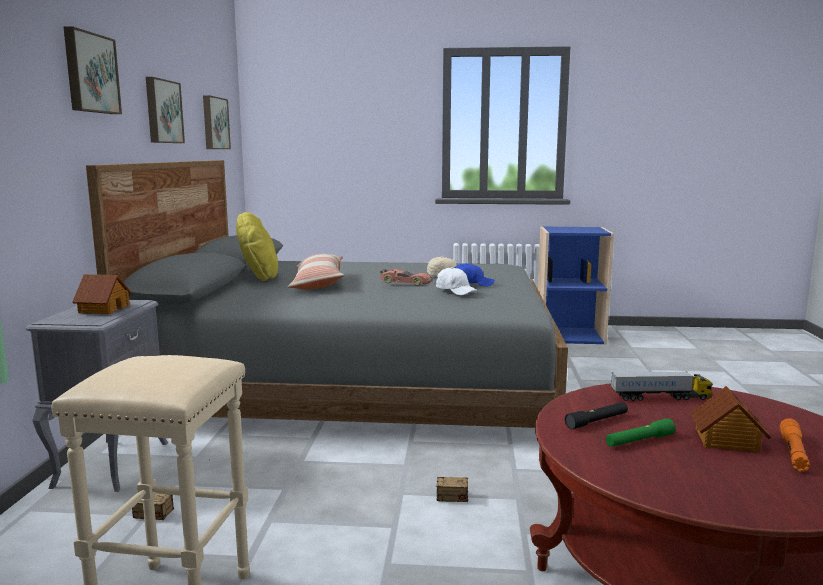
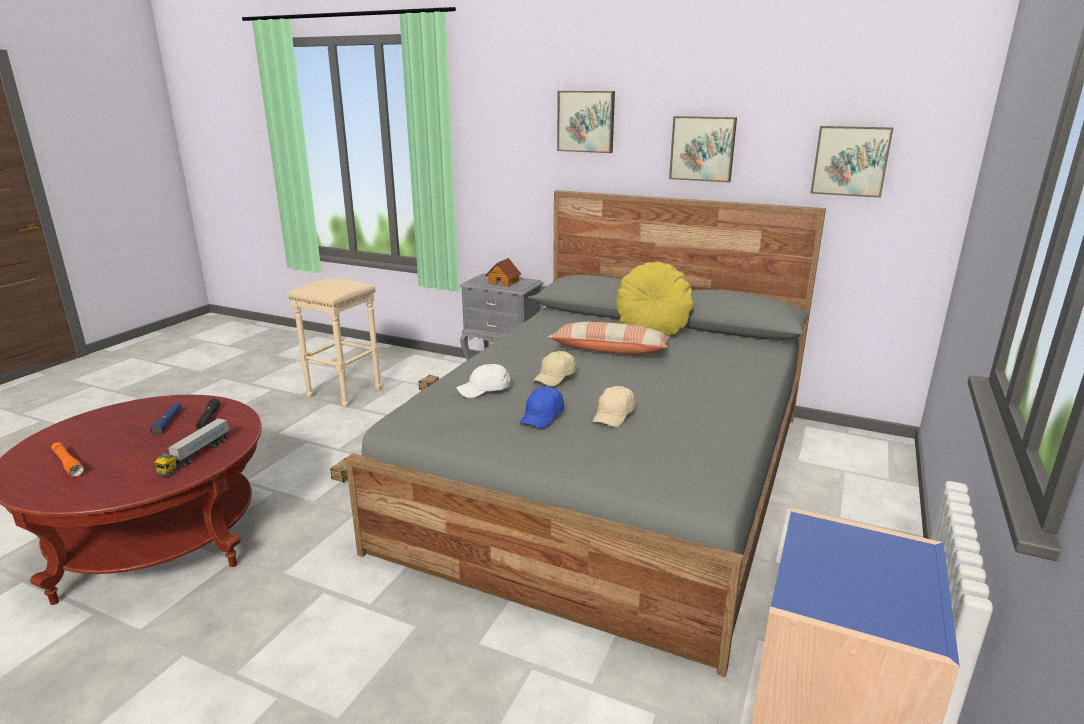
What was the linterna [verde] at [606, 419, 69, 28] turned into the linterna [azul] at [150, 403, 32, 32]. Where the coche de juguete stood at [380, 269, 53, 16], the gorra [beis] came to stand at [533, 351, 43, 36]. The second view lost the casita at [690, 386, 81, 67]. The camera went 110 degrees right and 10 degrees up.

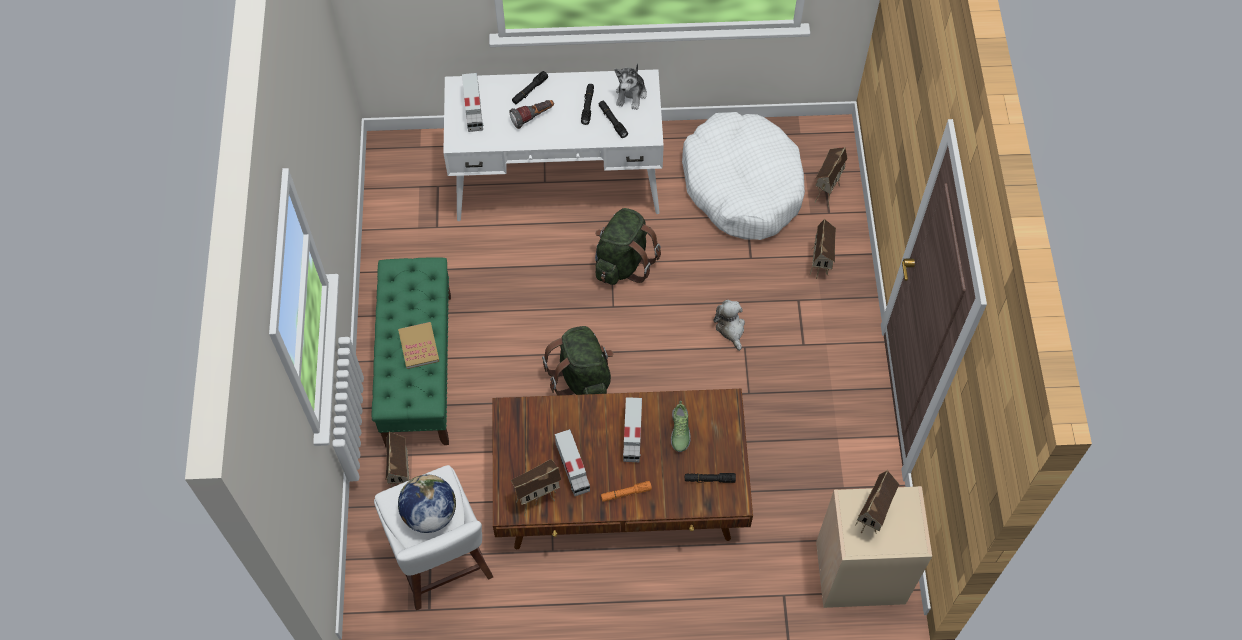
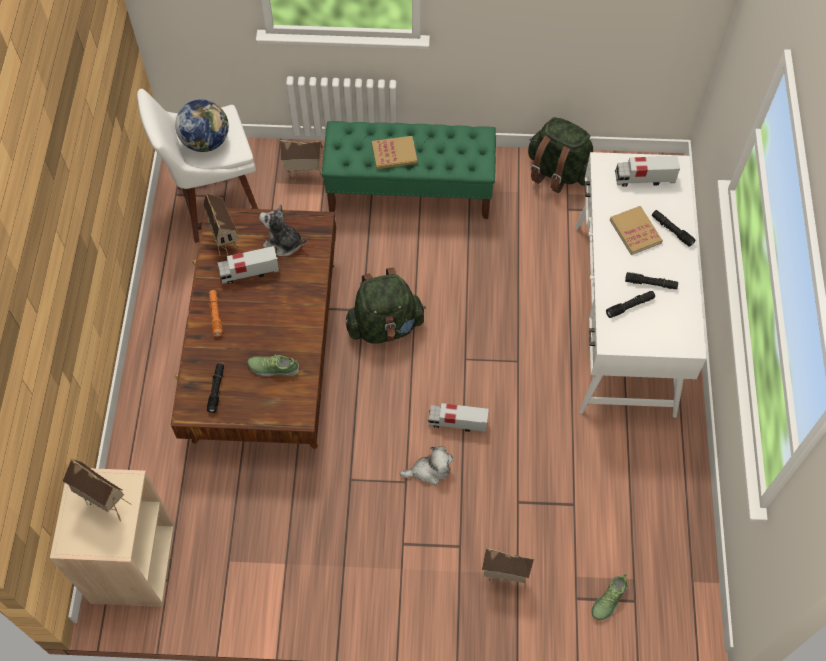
The peluche ended up elsewhere, having gone from [615, 63, 32, 47] to [259, 204, 48, 52]. The camión de juguete ended up elsewhere, having gone from [623, 397, 19, 65] to [428, 403, 61, 30]. The mochila [verde] ended up elsewhere, having gone from [595, 208, 66, 77] to [528, 117, 65, 76]. Where the casita stood at [815, 147, 33, 60], the zapato came to stand at [592, 574, 36, 46]. Where the linterna stood at [509, 100, 45, 29], the libro came to stand at [610, 206, 53, 49]. The second view lost the cama para perro [blanco] at [682, 112, 123, 128]. The camera went 95 degrees right and 0 degrees up.

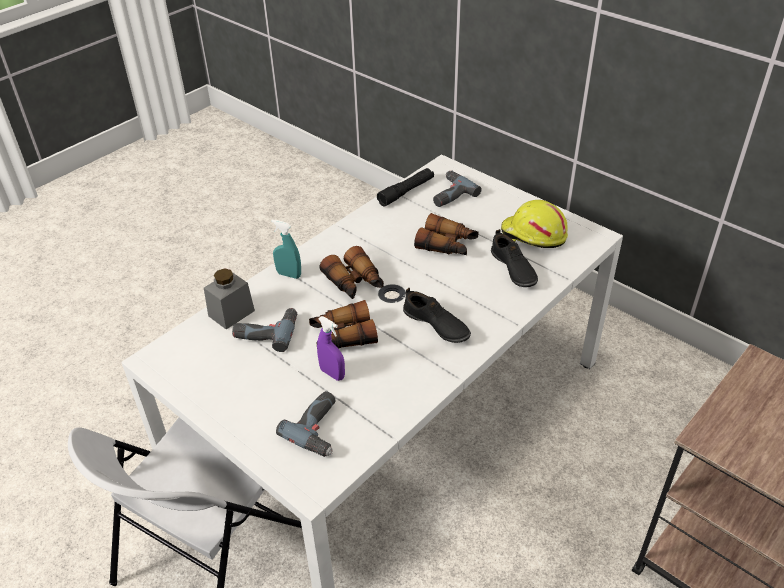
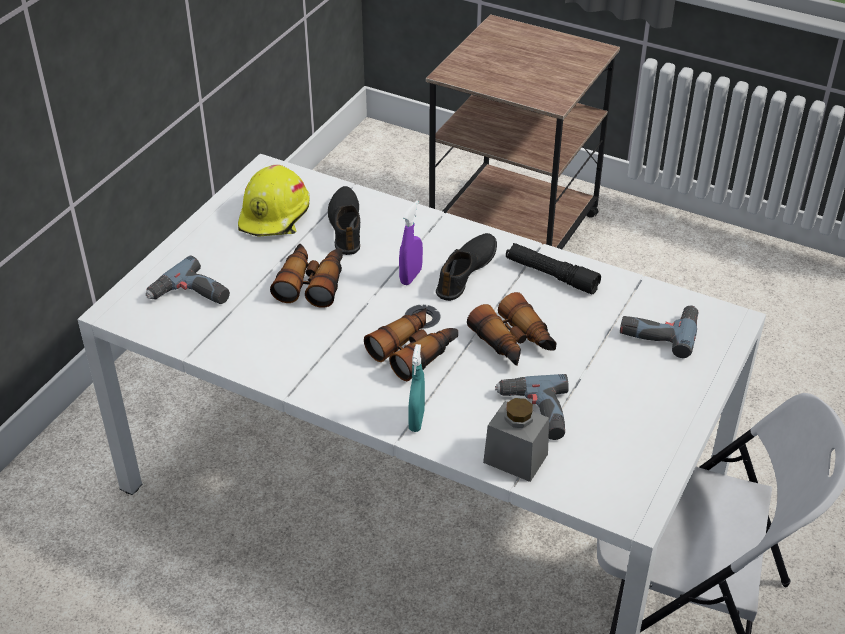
The zapato [negro] at [491, 229, 47, 58] ended up facing another way, 60 degrees counterclockwise from before. The pulverizador [morado] ended up elsewhere, having gone from [317, 316, 28, 65] to [399, 201, 24, 84]. The linterna [negro] ended up elsewhere, having gone from [377, 168, 57, 38] to [506, 243, 95, 51]. The camera went 105 degrees left and 0 degrees up.

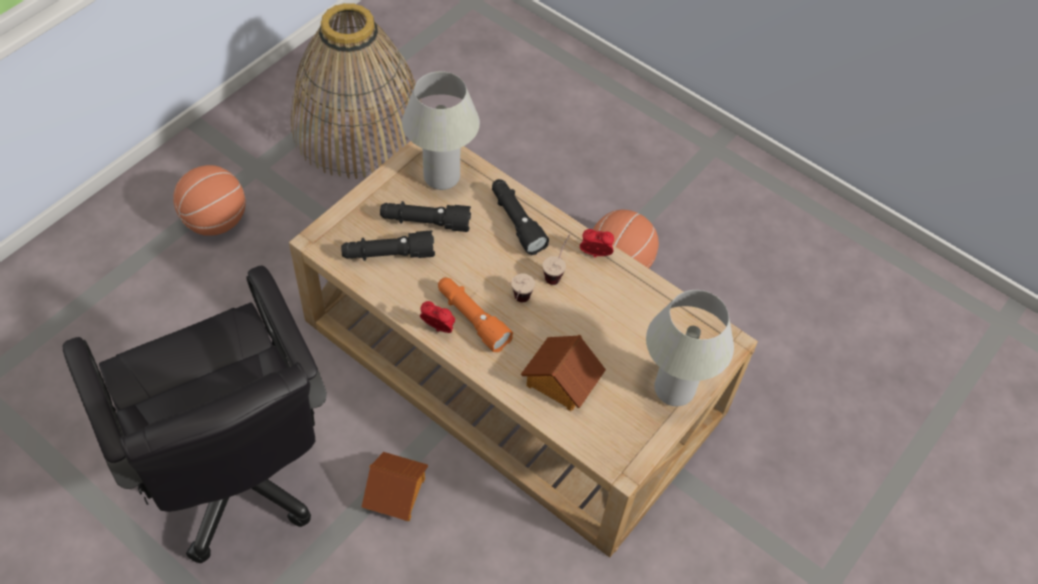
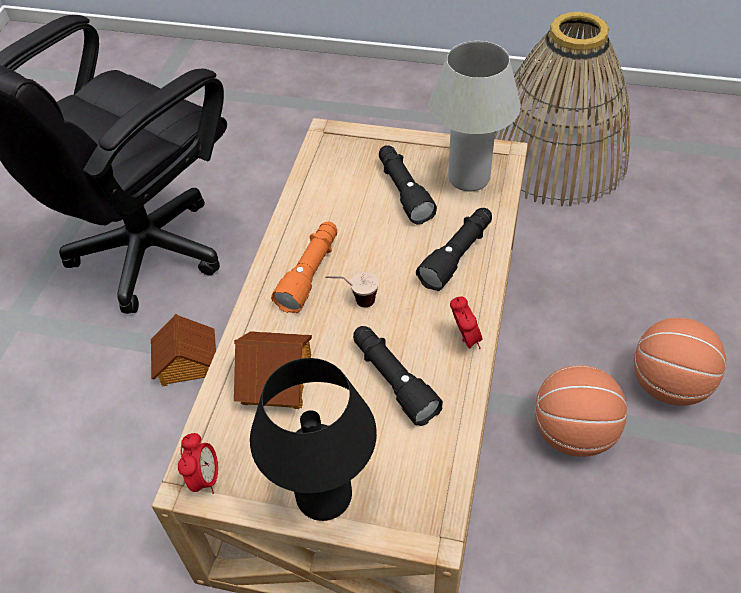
The despertador ended up elsewhere, having gone from [420, 301, 35, 32] to [178, 433, 40, 61]. What was the lámpara de mesa [blanco] at [646, 290, 88, 116] turned into the lámpara de mesa [negro] at [250, 358, 127, 163]. The linterna [negro] ended up elsewhere, having gone from [341, 231, 94, 30] to [353, 326, 90, 100]. The balón de baloncesto ended up elsewhere, having gone from [173, 165, 73, 71] to [634, 318, 92, 88]. The second view lost the taza at [542, 234, 28, 51]. The camera went 70 degrees right and 5 degrees down.

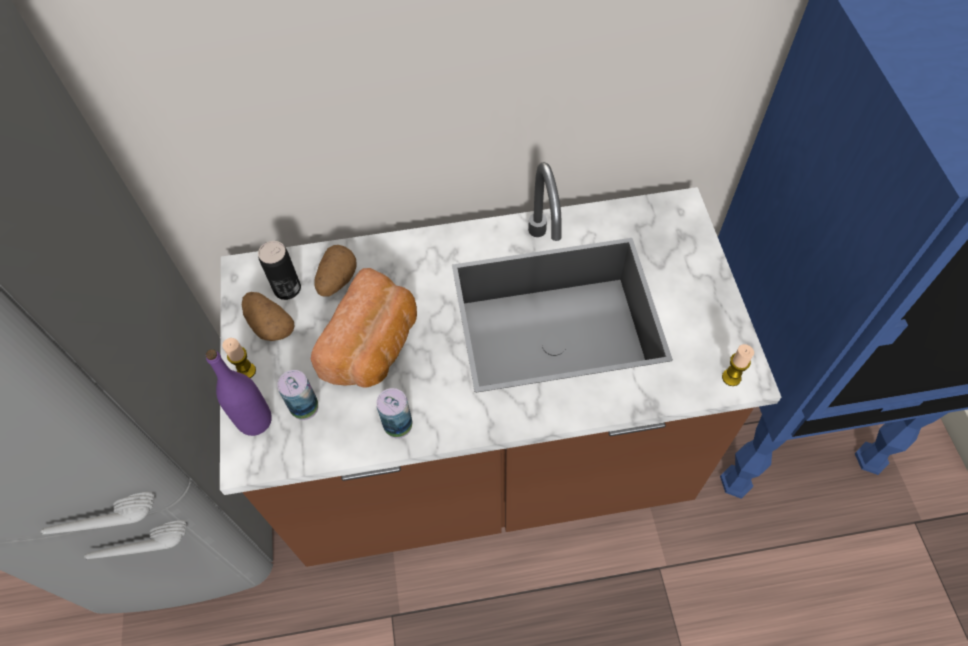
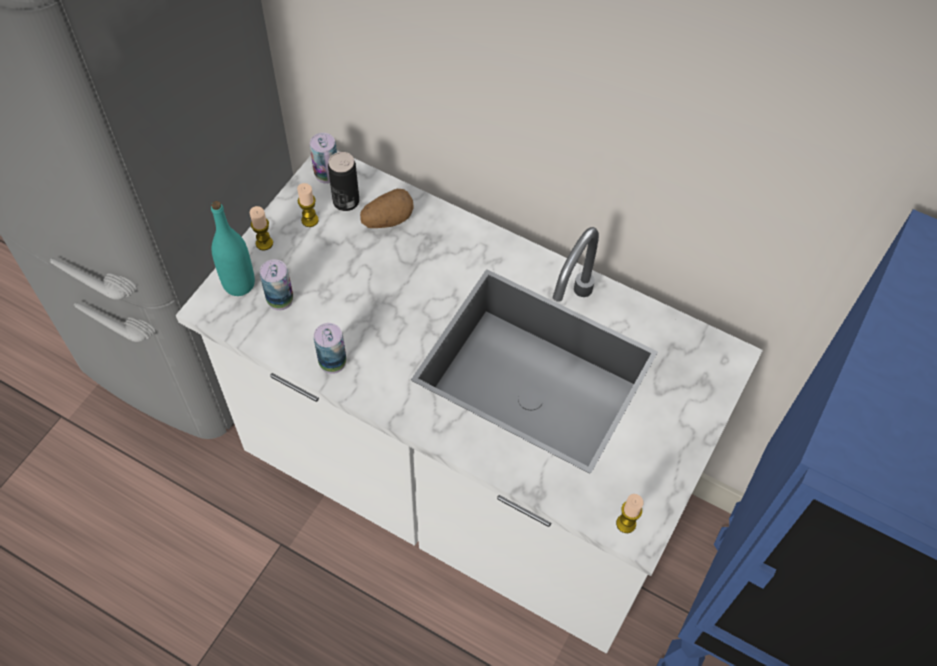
What was the mueble bajo de cocina [marrón] at [220, 162, 561, 405] turned into the mueble bajo de cocina [blanco] at [176, 150, 587, 503]. What was the botella [morado] at [206, 349, 66, 87] turned into the botella [turquesa] at [211, 201, 44, 95]. Where the patata stood at [242, 292, 52, 49], the vela came to stand at [297, 183, 22, 44]. The second view gained the lata at [310, 133, 27, 51]. The second view lost the pan at [311, 268, 106, 119]. The camera went 35 degrees right and 0 degrees up.

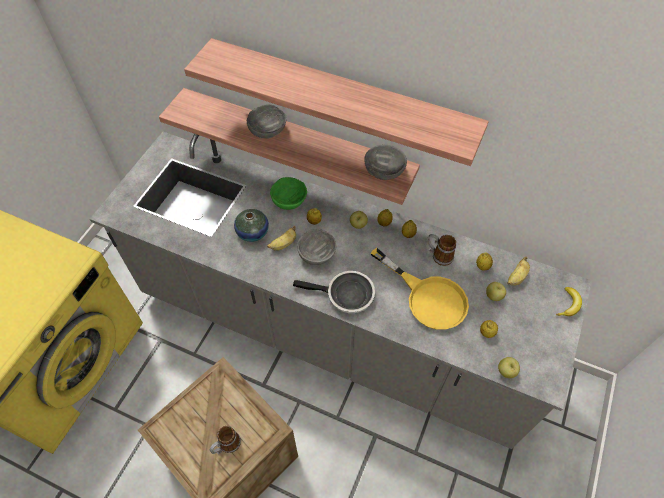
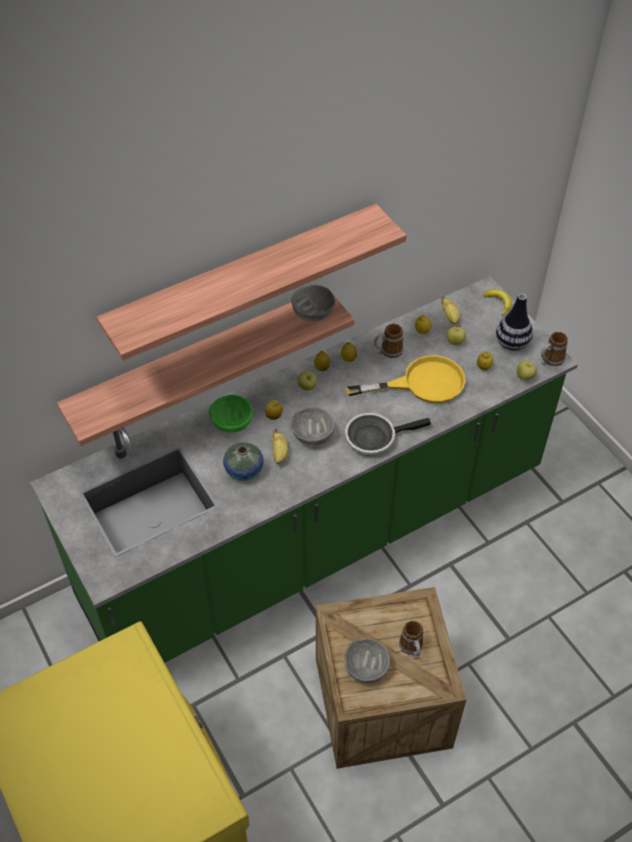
What was the mueble bajo de cocina [gris] at [90, 132, 502, 317] turned into the mueble bajo de cocina [verde] at [30, 276, 548, 387]. The cuenco [gris] ended up elsewhere, having gone from [247, 104, 40, 35] to [344, 639, 46, 44]. The sartén at [293, 271, 82, 42] ended up facing another way, 150 degrees counterclockwise from before. The second view gained the florero at [496, 293, 37, 58]. The second view gained the taza grande at [541, 332, 27, 34]. The camera went 55 degrees left and 5 degrees down.

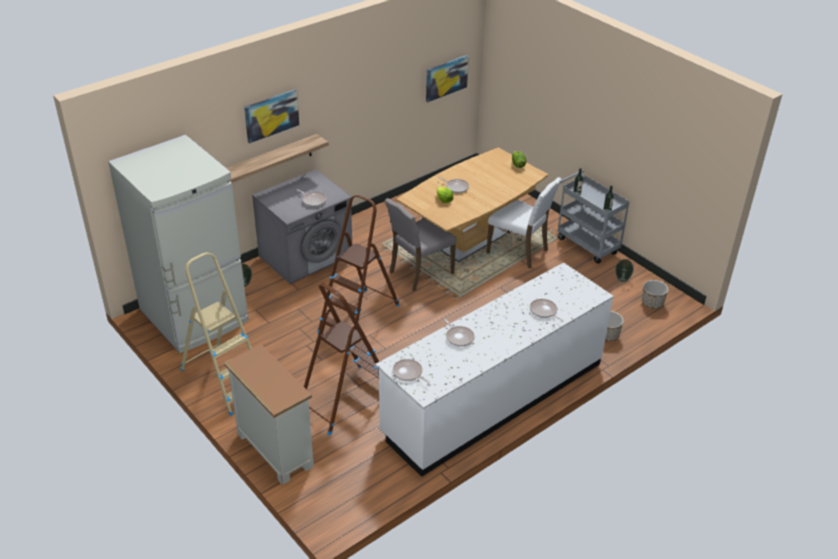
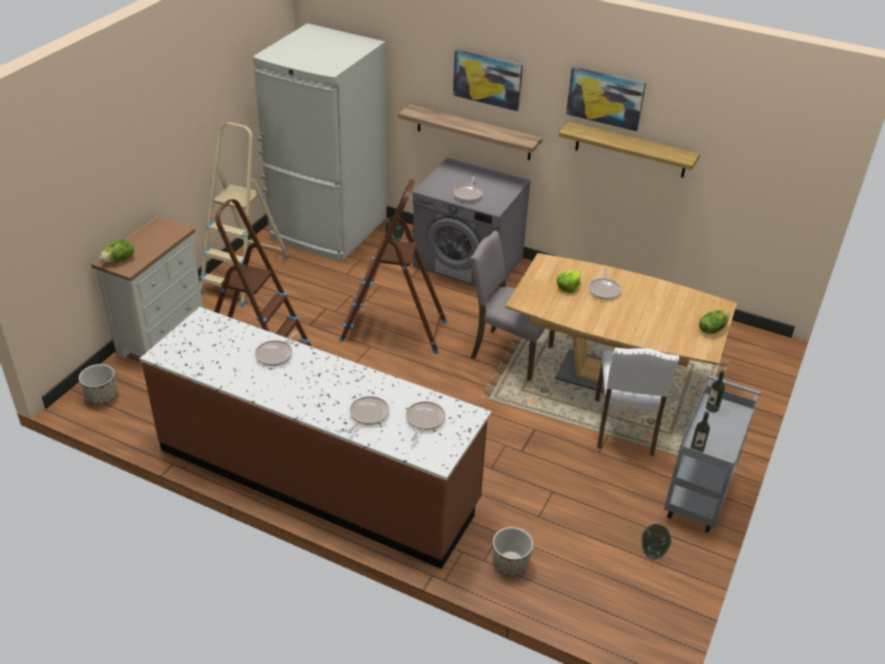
The maceta ended up elsewhere, having gone from [642, 280, 27, 29] to [79, 364, 38, 41]. The second view gained the lechuga at [99, 240, 35, 23]. What was the mueble bajo de cocina [blanco] at [375, 263, 239, 214] turned into the mueble bajo de cocina [marrón] at [140, 307, 351, 262]. The sartén ended up elsewhere, having gone from [393, 359, 38, 25] to [406, 401, 39, 40]. The second view gained the estante at [559, 122, 141, 56]. The cuadro ended up elsewhere, having gone from [426, 55, 43, 47] to [566, 67, 80, 65]. The camera went 65 degrees right and 0 degrees up.

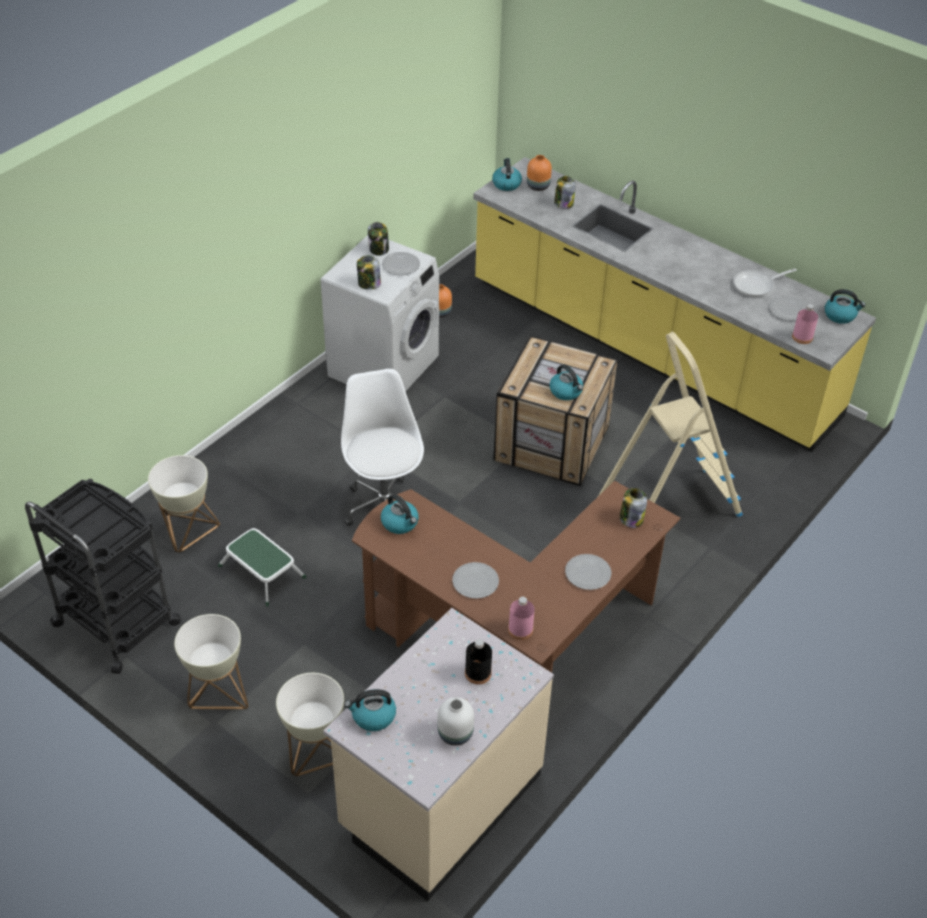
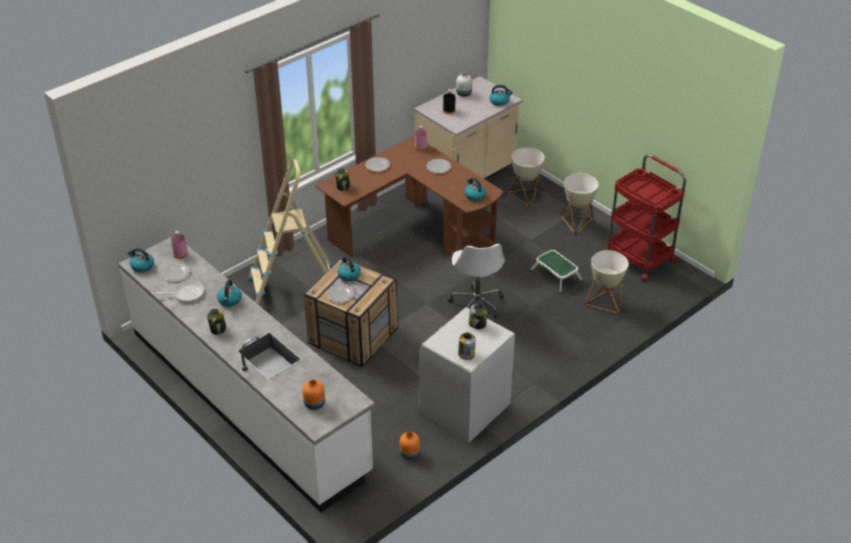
What was the mueble bajo de cocina [amarillo] at [473, 157, 403, 295] turned into the mueble bajo de cocina [blanco] at [118, 236, 257, 276]. The tarro ended up elsewhere, having gone from [554, 176, 22, 33] to [207, 308, 19, 27]. The hervidor ended up elsewhere, having gone from [492, 158, 30, 33] to [217, 280, 25, 27]. The plato ended up elsewhere, having gone from [382, 252, 38, 23] to [327, 284, 28, 19]. What was the carrito [negro] at [25, 479, 156, 195] turned into the carrito [rojo] at [603, 154, 83, 127]. The camera went 170 degrees left and 5 degrees down.

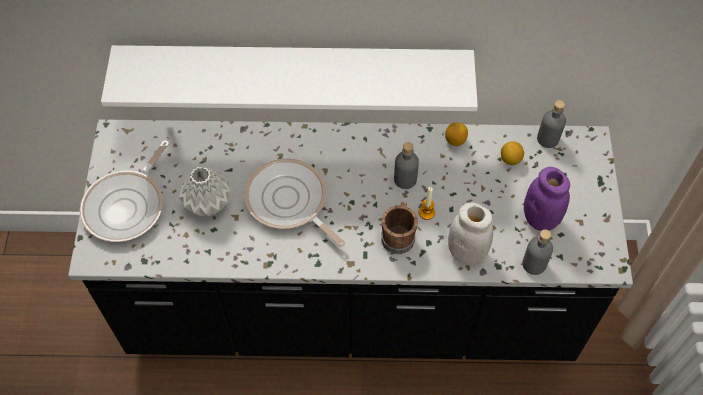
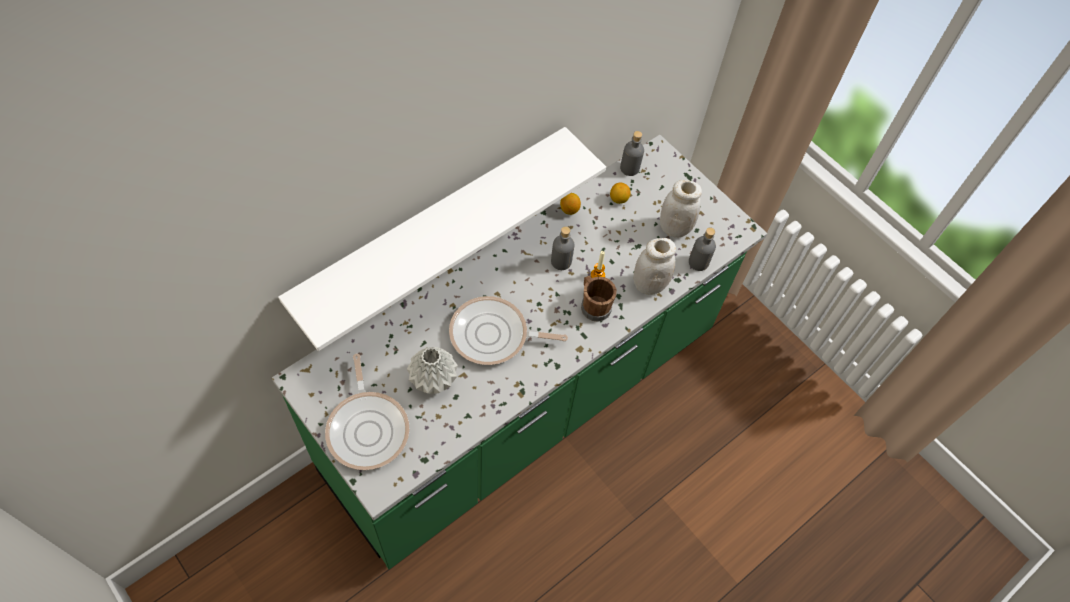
What was the mueble bajo de cocina [negro] at [68, 119, 565, 242] turned into the mueble bajo de cocina [verde] at [272, 135, 495, 434]. What was the tarro [morado] at [524, 167, 46, 64] turned into the tarro [blanco] at [660, 180, 42, 58]. The camera went 45 degrees left and 0 degrees up.

